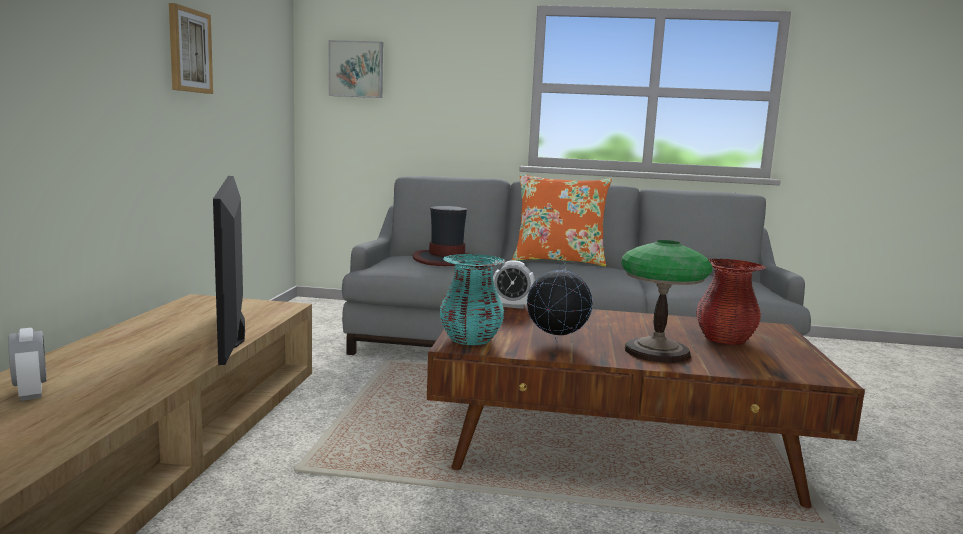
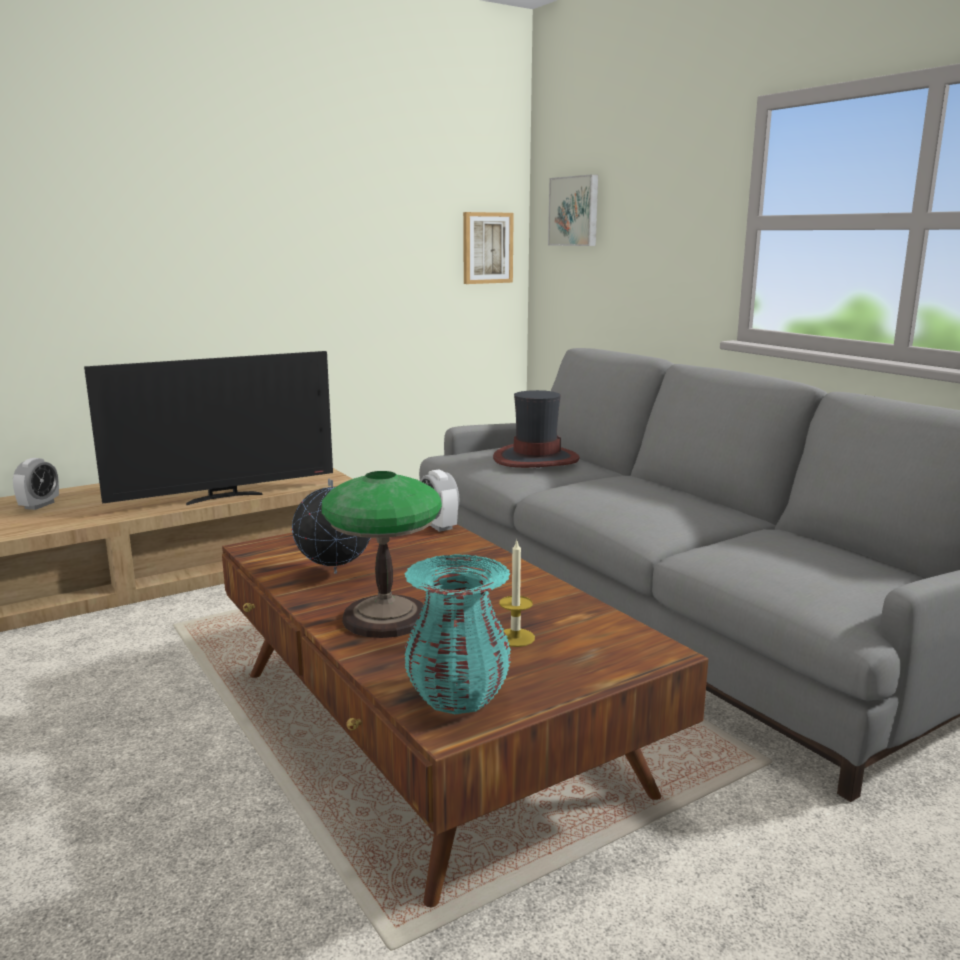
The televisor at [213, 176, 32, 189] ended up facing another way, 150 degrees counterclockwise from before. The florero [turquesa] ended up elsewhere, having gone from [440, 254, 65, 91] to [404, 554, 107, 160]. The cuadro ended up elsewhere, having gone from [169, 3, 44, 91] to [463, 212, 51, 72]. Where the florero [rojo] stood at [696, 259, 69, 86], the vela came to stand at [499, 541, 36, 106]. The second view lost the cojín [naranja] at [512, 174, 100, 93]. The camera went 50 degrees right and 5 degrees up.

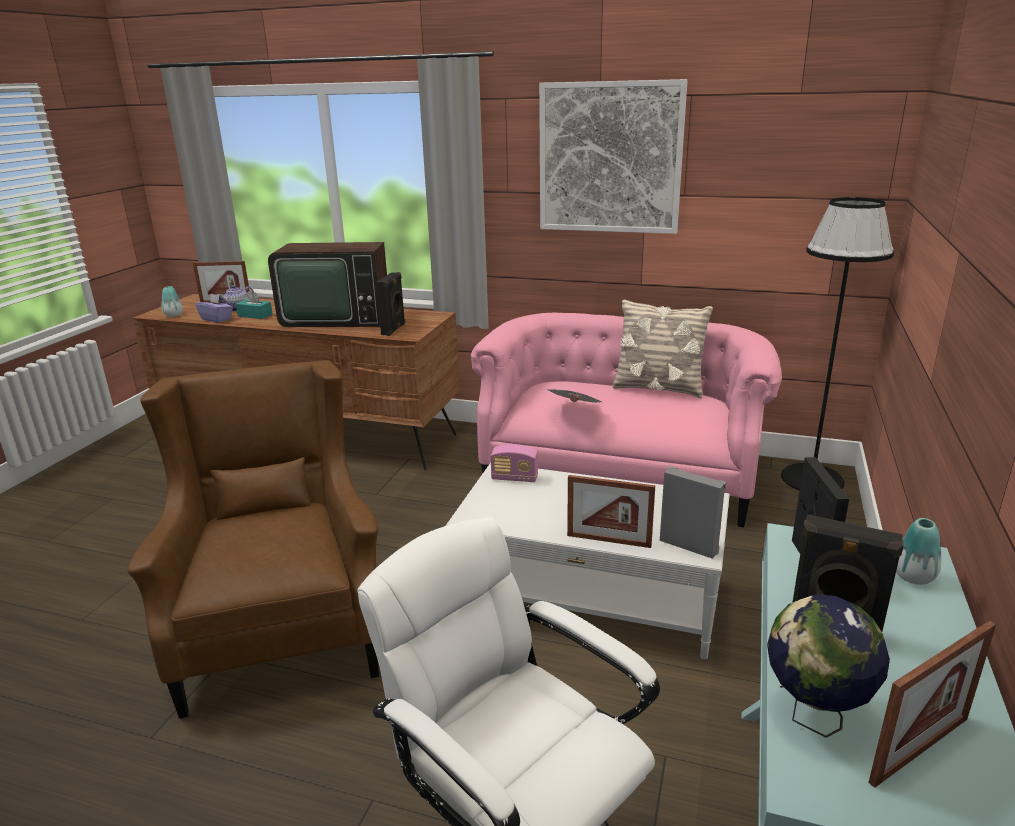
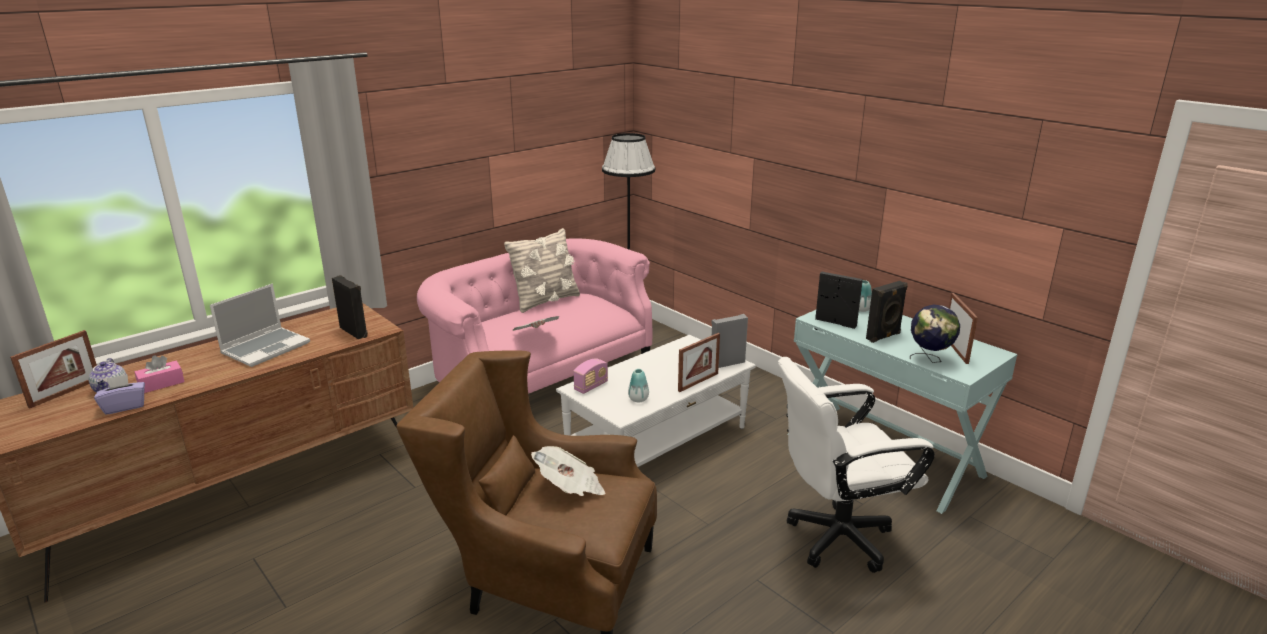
What was the caja de pañuelos [turquesa] at [236, 290, 37, 29] turned into the caja de pañuelos [rosa] at [135, 355, 50, 38]. Where the televisor stood at [268, 242, 119, 85], the portátil came to stand at [210, 284, 100, 83]. The second view gained the periódico at [531, 446, 74, 50]. The florero ended up elsewhere, having gone from [162, 286, 21, 31] to [628, 369, 21, 33]. The second view lost the cuadro at [539, 79, 149, 155]. The camera went 60 degrees left and 0 degrees up.

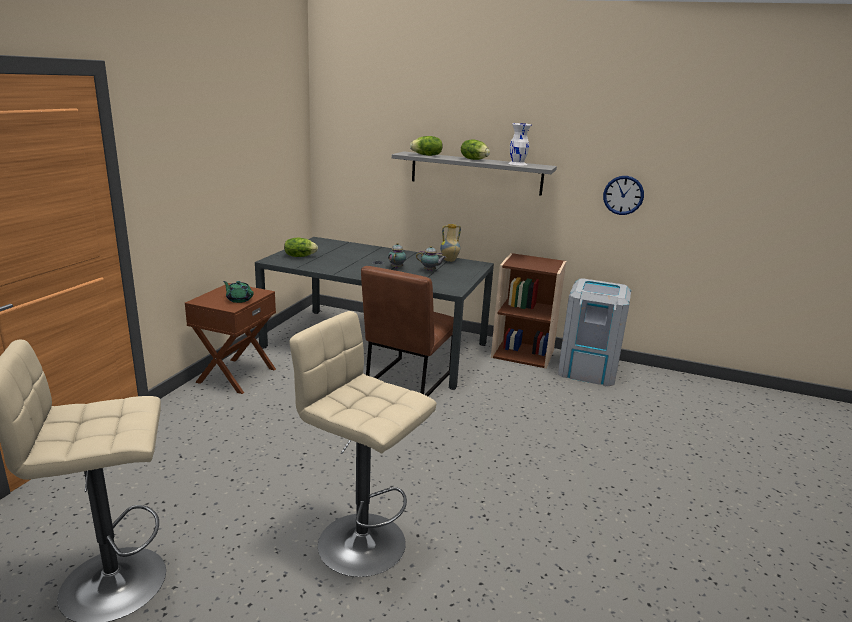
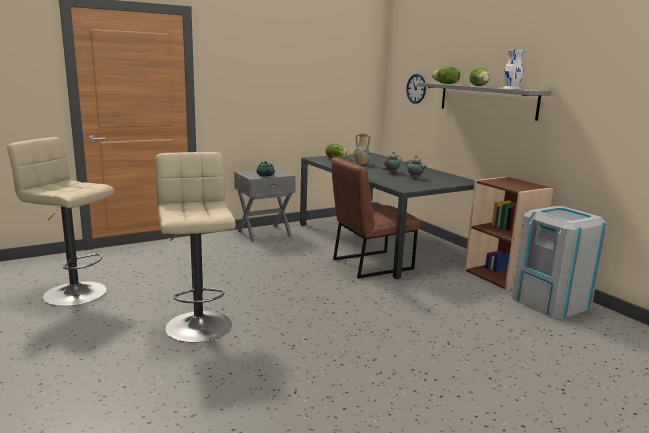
What was the mesita de noche [marrón] at [185, 283, 91, 111] turned into the mesita de noche [gris] at [234, 168, 62, 75]. The florero ended up elsewhere, having gone from [440, 224, 21, 38] to [354, 134, 16, 31]. The reloj de pared ended up elsewhere, having gone from [603, 176, 41, 39] to [406, 74, 20, 30]. The camera went 40 degrees right and 5 degrees down.

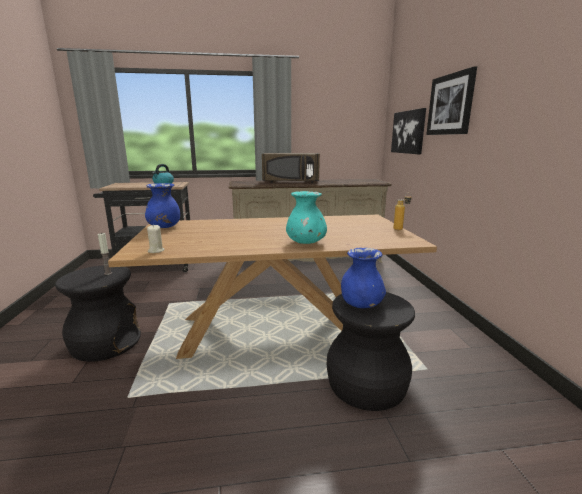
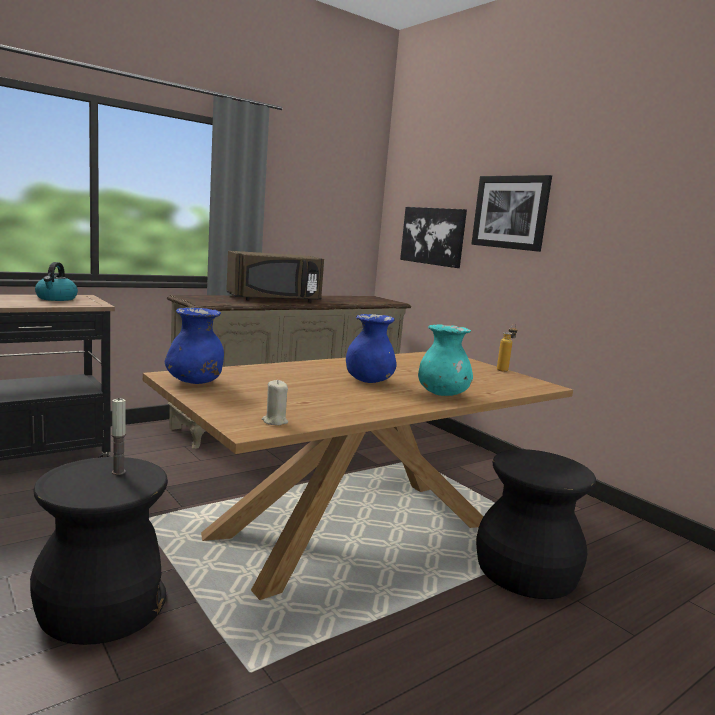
The florero [azul] ended up elsewhere, having gone from [341, 248, 45, 60] to [346, 314, 51, 69]. The camera went 30 degrees left and 5 degrees down.

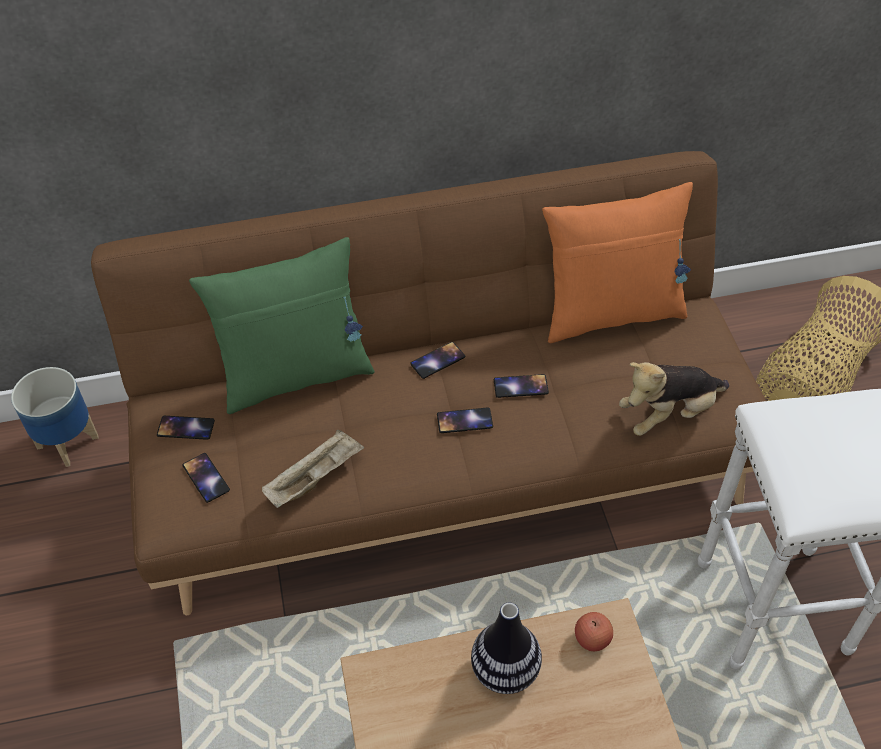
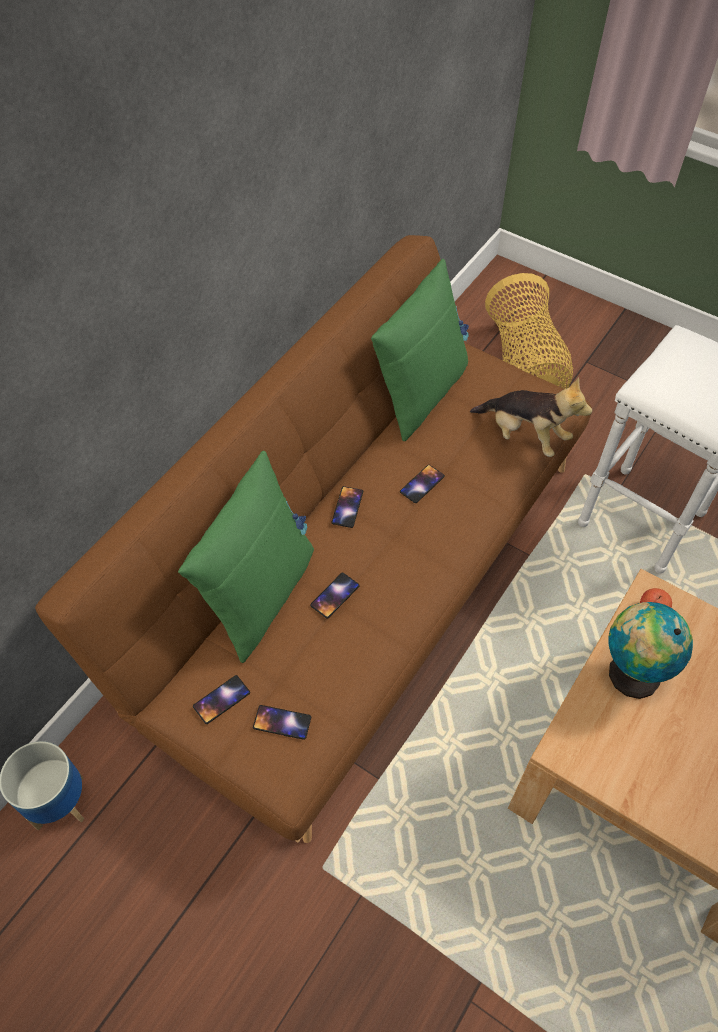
The móvil ended up elsewhere, having gone from [437, 407, 56, 26] to [310, 573, 50, 46]. What was the cojín [naranja] at [542, 182, 151, 161] turned into the cojín [verde] at [371, 259, 98, 182]. The peluche at [619, 362, 110, 74] ended up facing another way, 75 degrees counterclockwise from before. Where the florero stood at [471, 602, 71, 92], the globo terráqueo came to stand at [608, 602, 85, 97]. The second view lost the bandeja [beis] at [262, 429, 102, 79]. The camera went 45 degrees left and 5 degrees up.

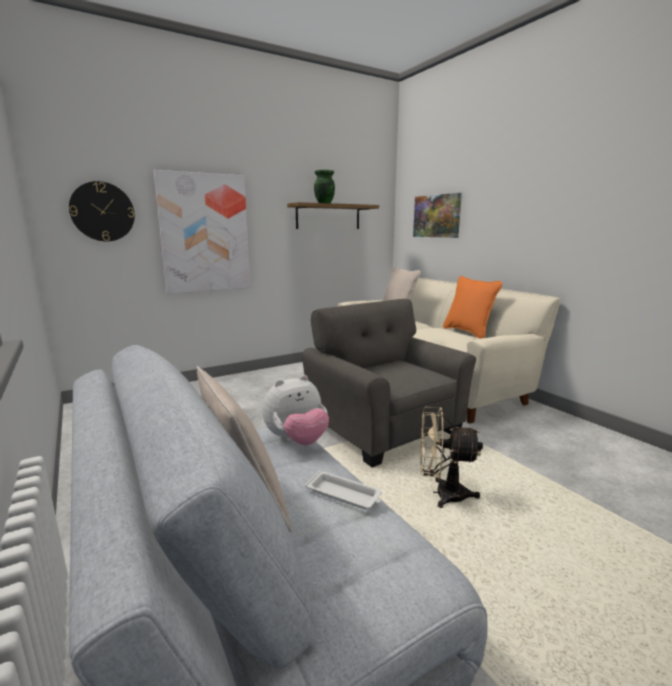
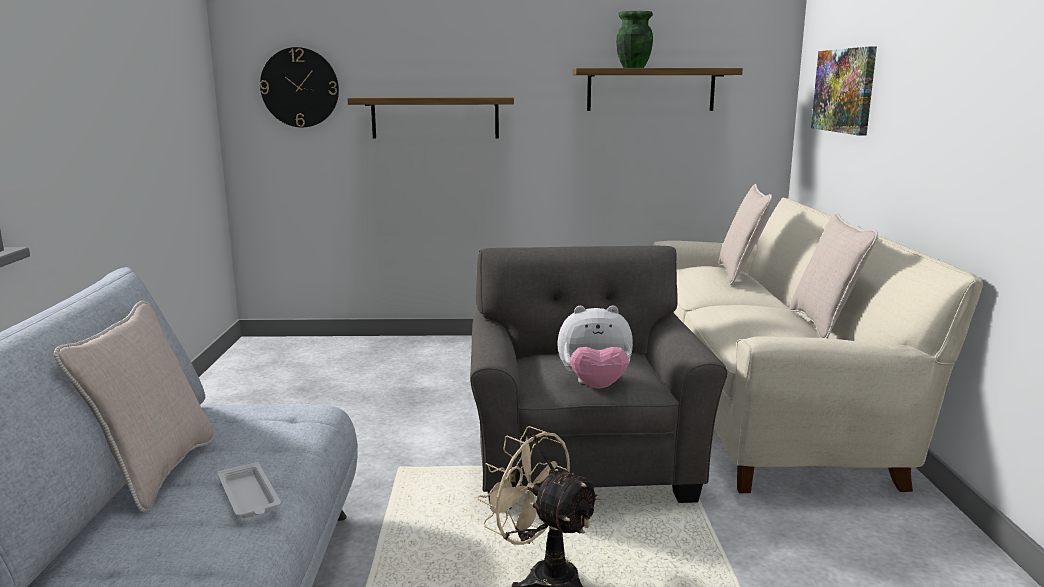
Where the cuadro hung at [154, 170, 96, 124], the estante came to hang at [347, 97, 167, 42]. The peluche ended up elsewhere, having gone from [262, 375, 67, 70] to [557, 305, 76, 84]. What was the cojín [naranja] at [443, 276, 59, 63] turned into the cojín [beis] at [790, 213, 88, 125]. The camera went 30 degrees right and 0 degrees up.

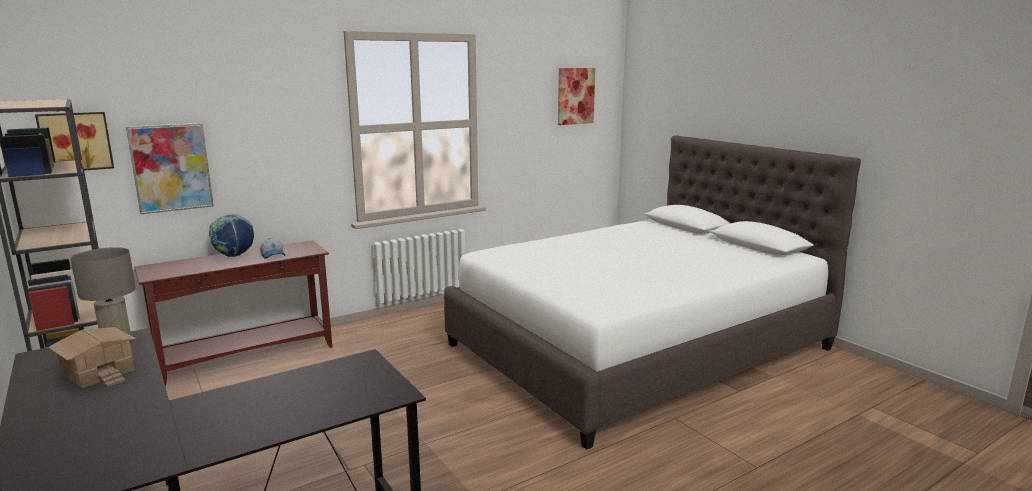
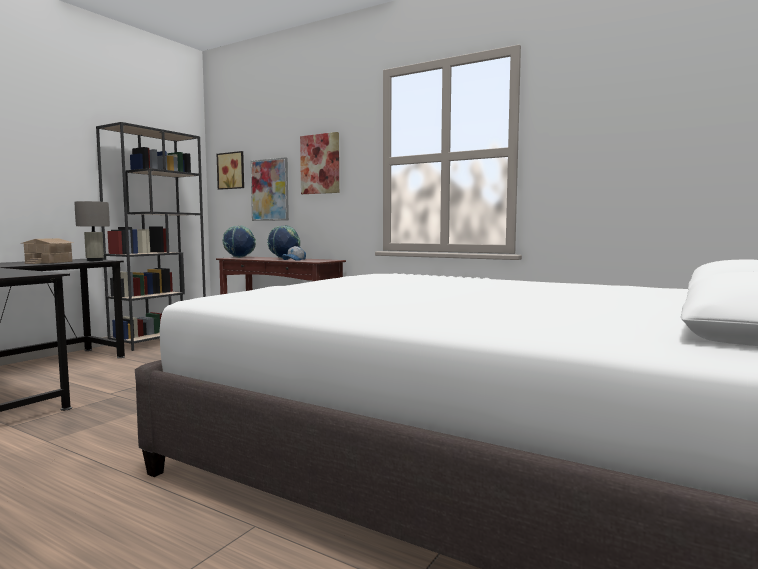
The second view gained the globo terráqueo at [222, 225, 34, 33]. The cuadro ended up elsewhere, having gone from [558, 68, 37, 57] to [300, 132, 39, 62]. The camera went 65 degrees right and 10 degrees down.

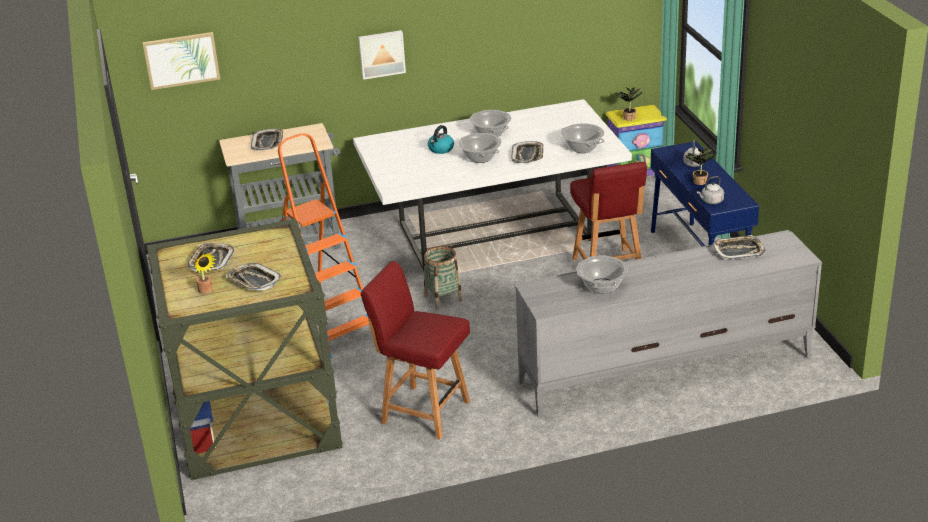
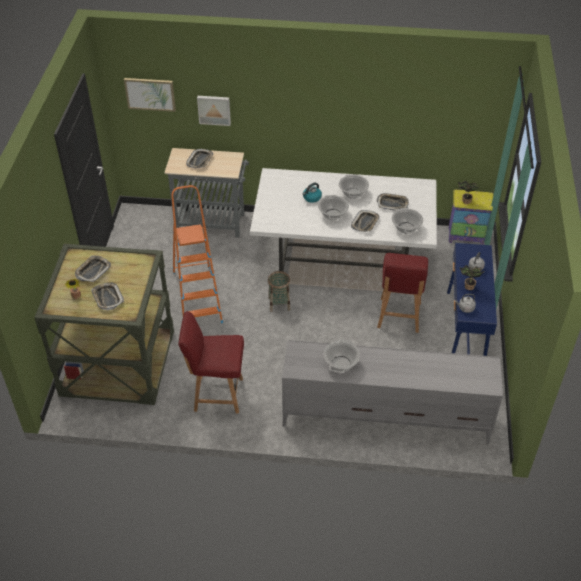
The silla [rojo] at [361, 261, 109, 179] ended up facing another way, 45 degrees counterclockwise from before. The cuadro ended up elsewhere, having gone from [358, 30, 48, 50] to [197, 96, 34, 30]. The bandeja ended up elsewhere, having gone from [712, 235, 54, 25] to [376, 193, 33, 18]. The camera went 20 degrees right and 15 degrees up.

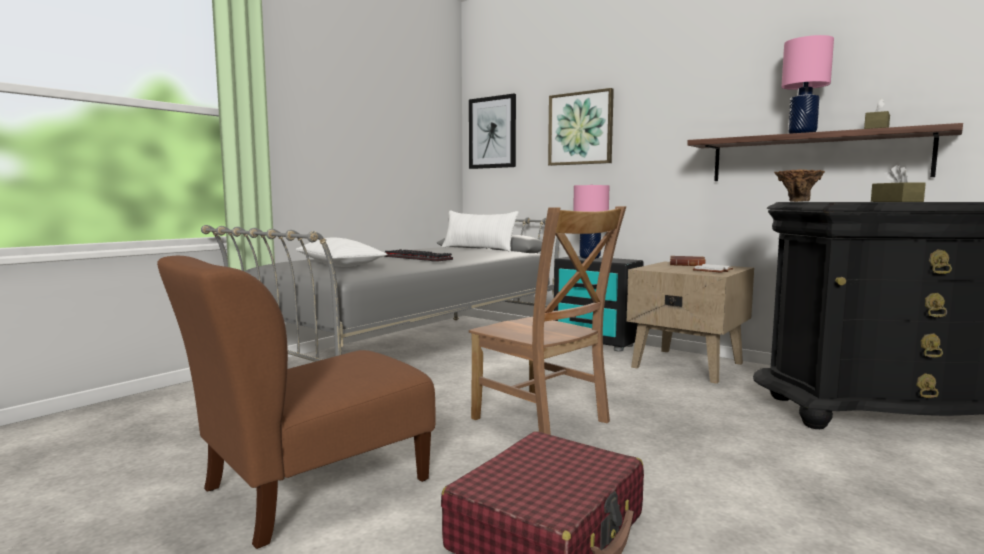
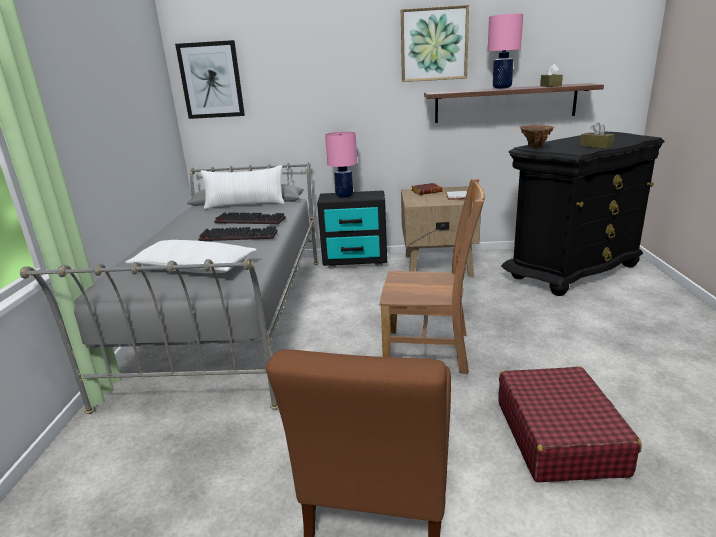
The second view gained the teclado at [214, 212, 72, 12]. The cuadro ended up elsewhere, having gone from [548, 88, 66, 78] to [401, 5, 68, 77]. The camera went 35 degrees left and 15 degrees up.

